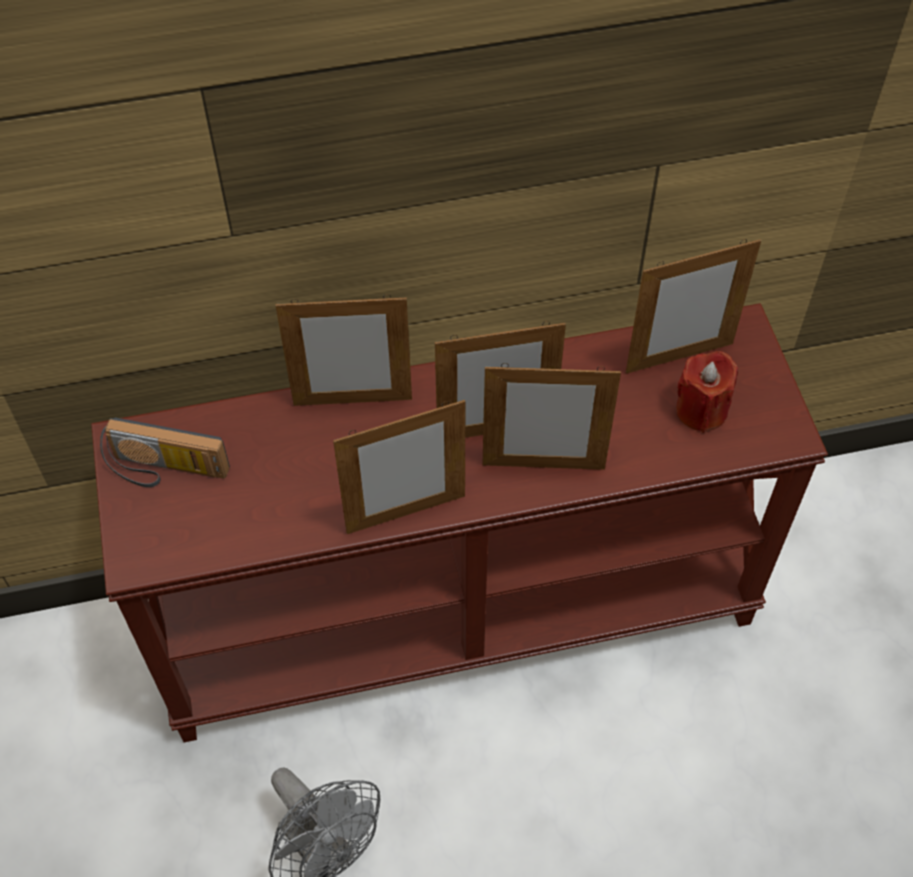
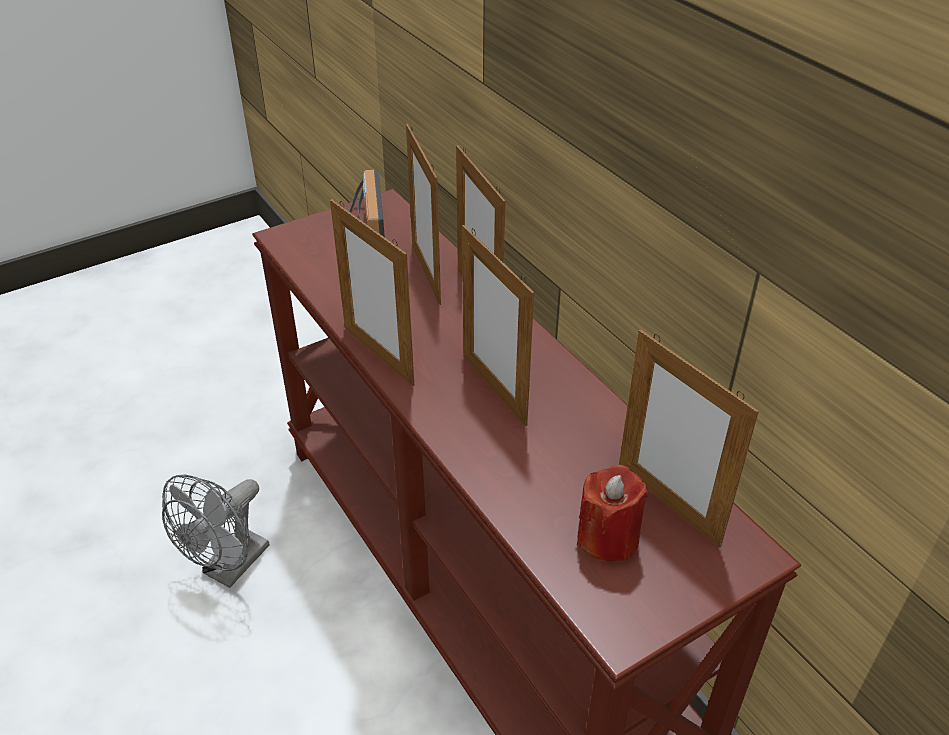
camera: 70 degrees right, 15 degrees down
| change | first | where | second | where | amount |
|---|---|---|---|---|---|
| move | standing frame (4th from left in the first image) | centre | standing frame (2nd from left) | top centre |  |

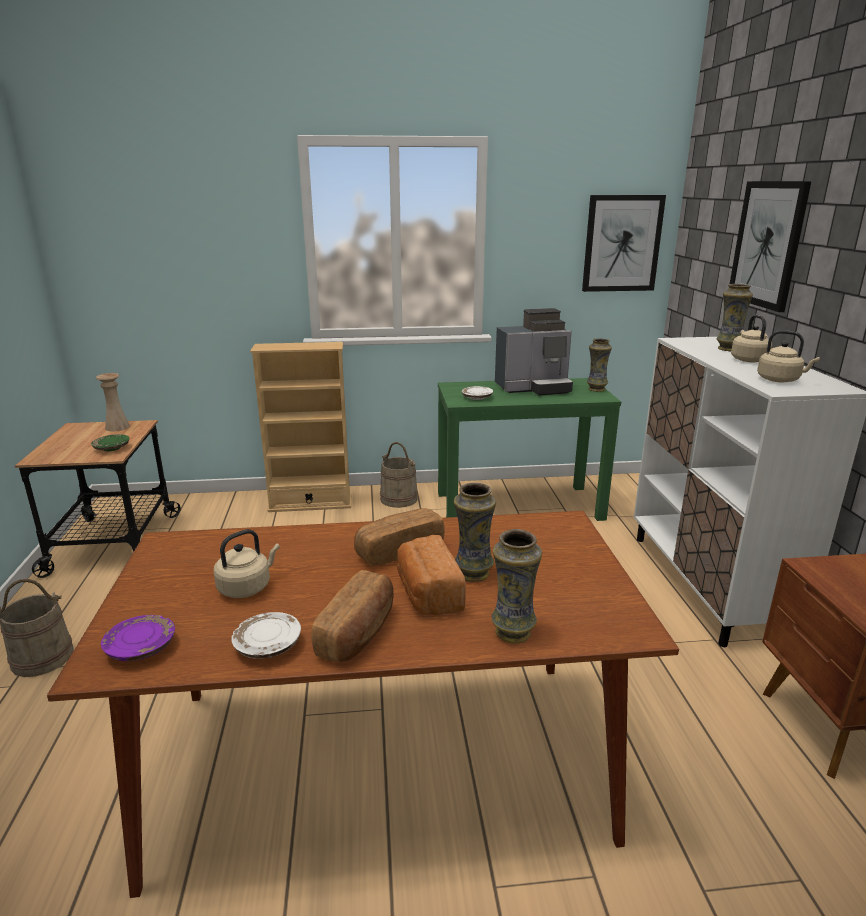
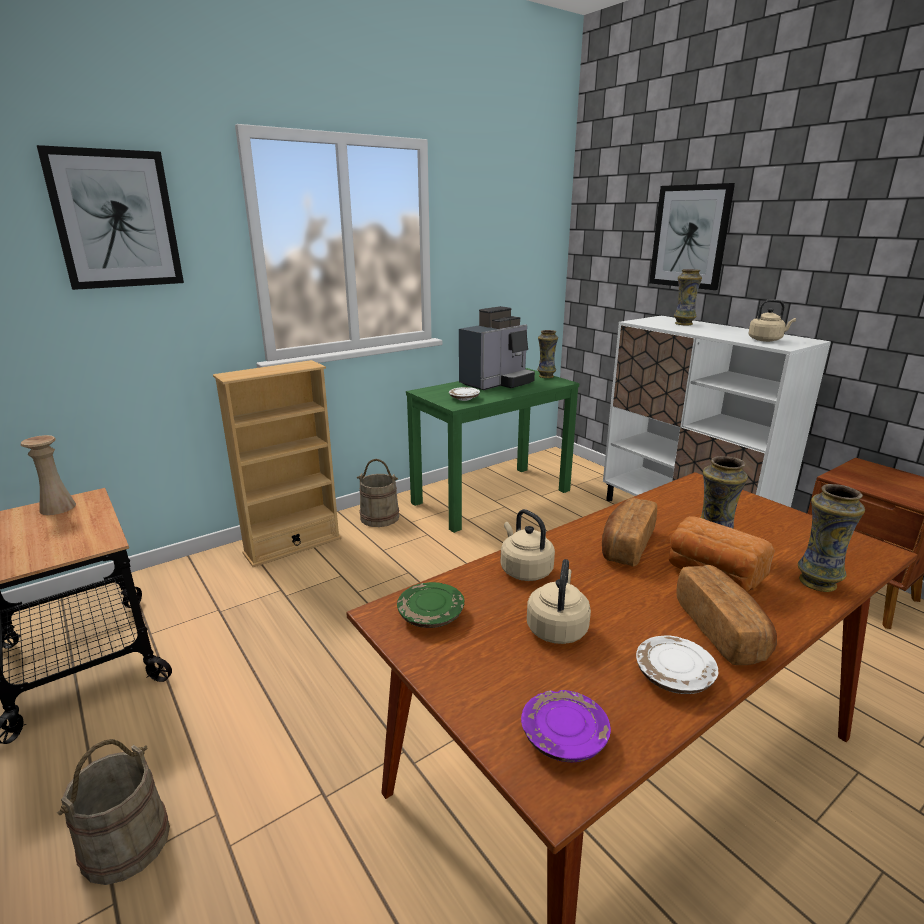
camera: 30 degrees left, 0 degrees up
| change | first | where | second | where | amount |
|---|---|---|---|---|---|
| move | wall art (1st from left) | top right |  | top left |  |
| move | dinner plate (green) | middle left |  | centre |  |
| move | water kettle (beige) (2nd from left in the first image) | middle right | water kettle (beige) (1st from left) | centre |  |

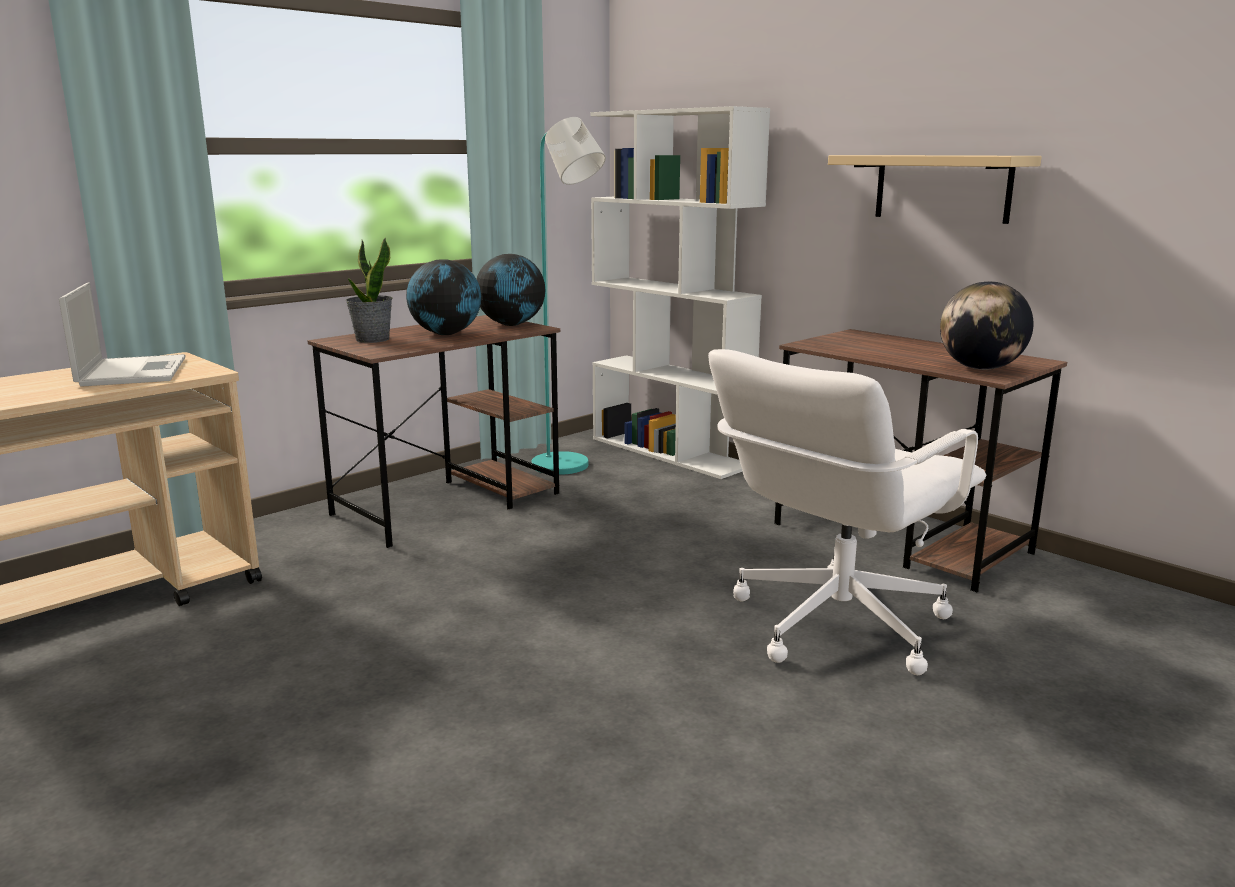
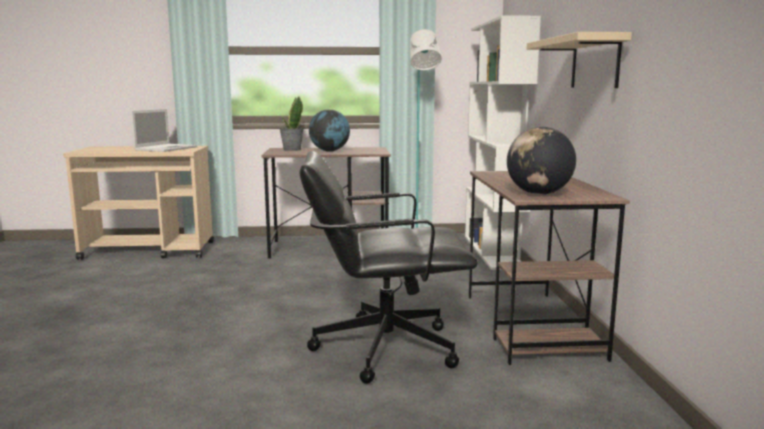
camera: 40 degrees right, 5 degrees down
| change | first | where | second | where | amount |
|---|---|---|---|---|---|
| recolor | desk chair (whitish) | middle right | desk chair (blackish) | centre |  |
| delete | desk globe (2nd from left) | top centre |  |  |  |

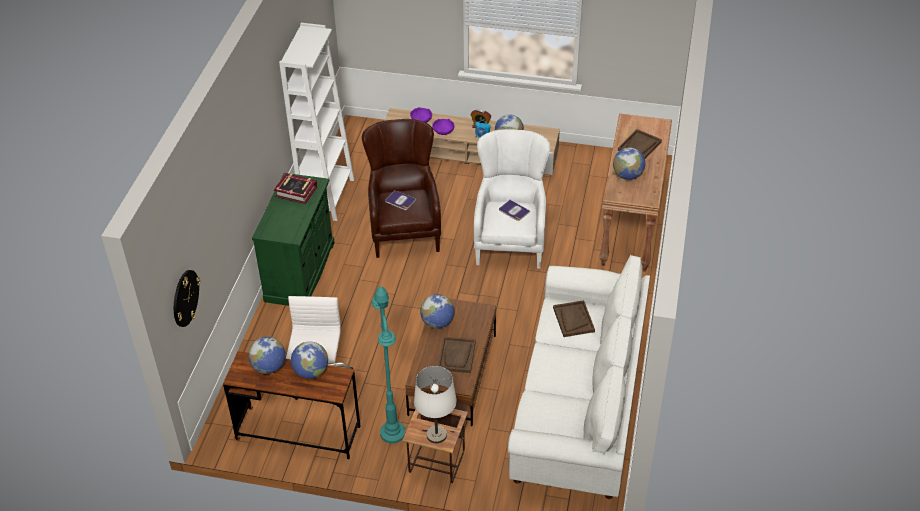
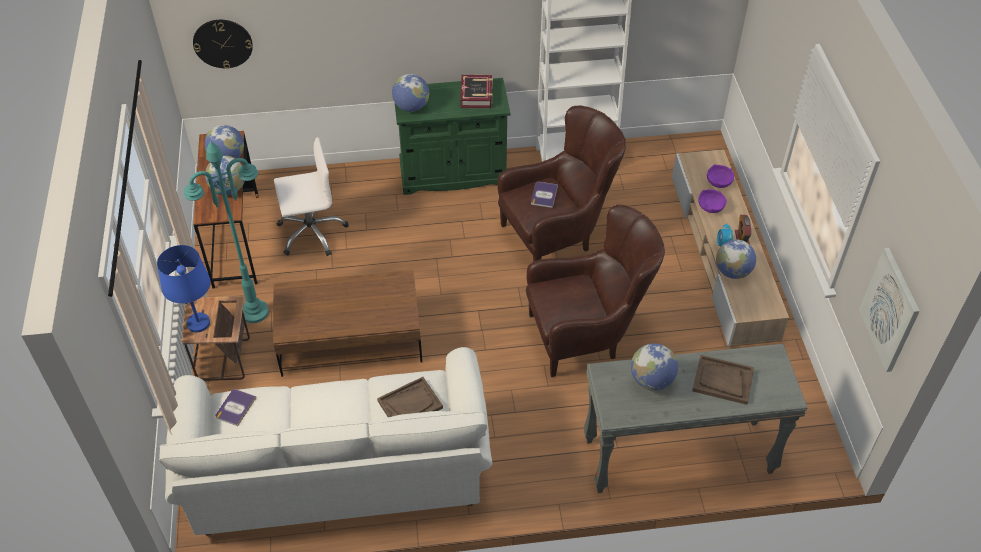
camera: 70 degrees right, 5 degrees up
| change | first | where | second | where | amount |
|---|---|---|---|---|---|
| recolor | lamp for a table (whitish) | bottom centre | lamp for a table (bluish) | middle left |  |
| move | volume (3rd from left in the first image) | centre | volume (1st from left) | bottom left |  |
| move | desk globe (3rd from left) | centre |  | top centre |  |
| recolor | easy chair (whitish) | centre | easy chair (brownish) (2nd from left) | centre |  |
| recolor | console table (brownish) | middle right | console table (gray) | bottom right |  |
| insert |  |  | wall art | middle right |  |
| delete | tray (brownish) (1st from left) | bottom centre |  |  |  |

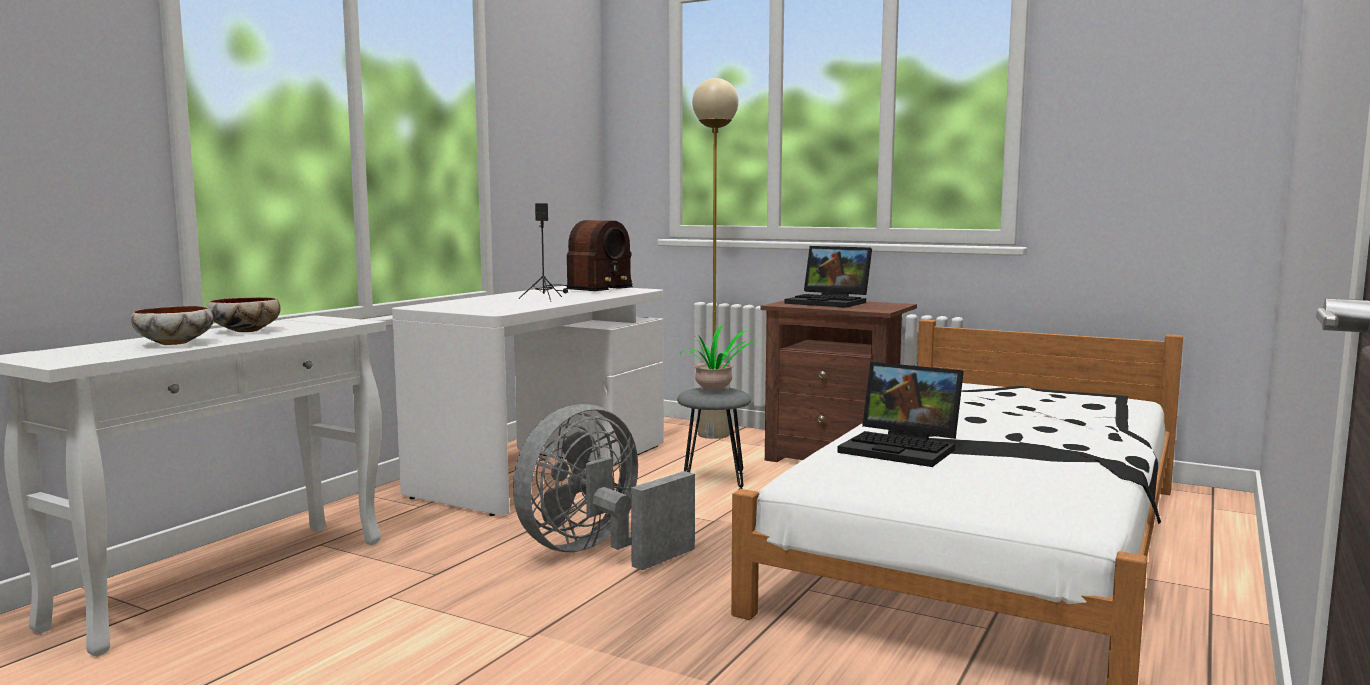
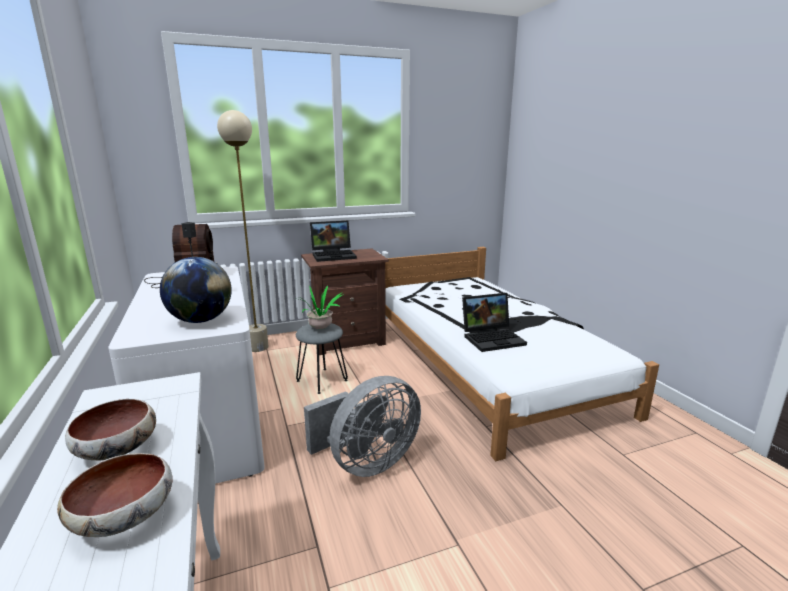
camera: 50 degrees left, 10 degrees up
| change | first | where | second | where | amount |
|---|---|---|---|---|---|
| insert |  |  | desk globe | middle left |  |
| rotate | electric fan (gray) | bottom centre |  | bottom centre | 120 degrees counterclockwise |

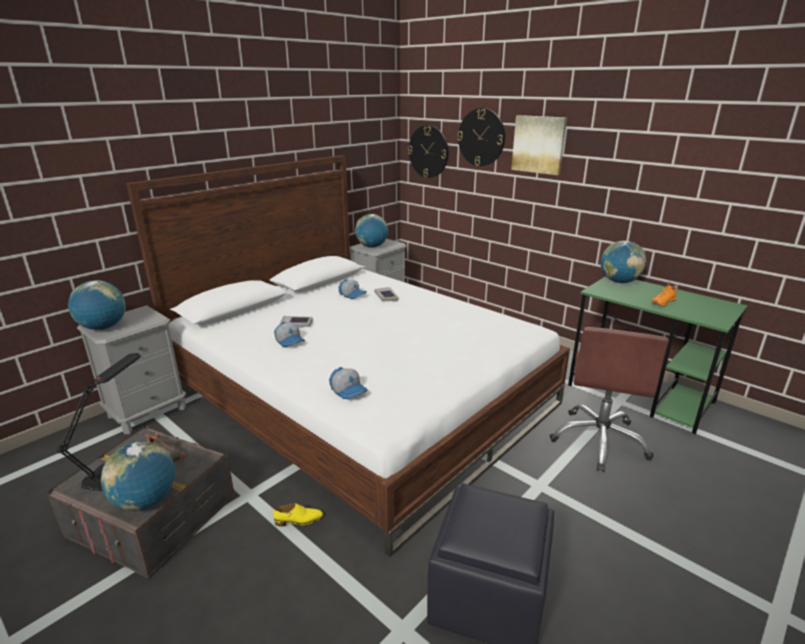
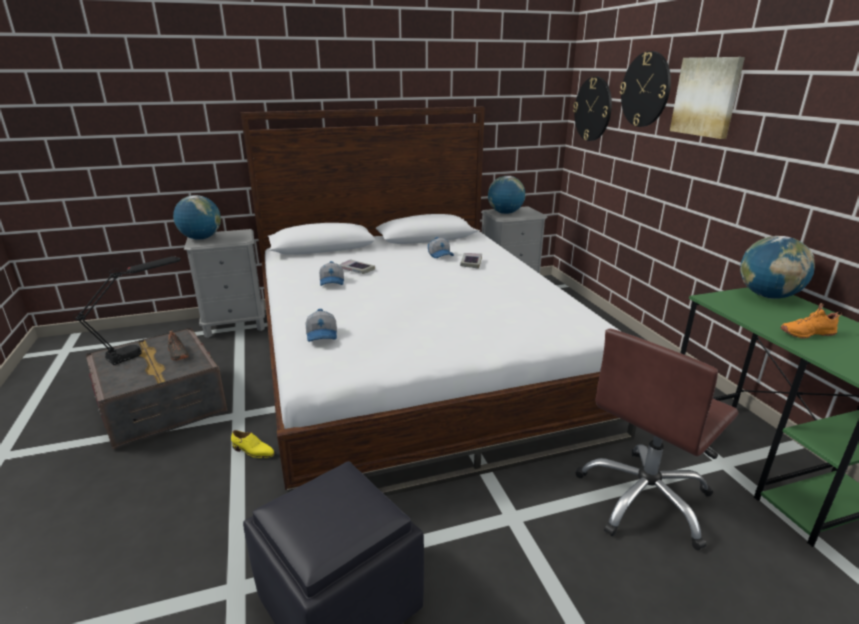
camera: 30 degrees right, 0 degrees up
| change | first | where | second | where | amount |
|---|---|---|---|---|---|
| delete | desk globe (2nd from left) | bottom left |  |  |  |

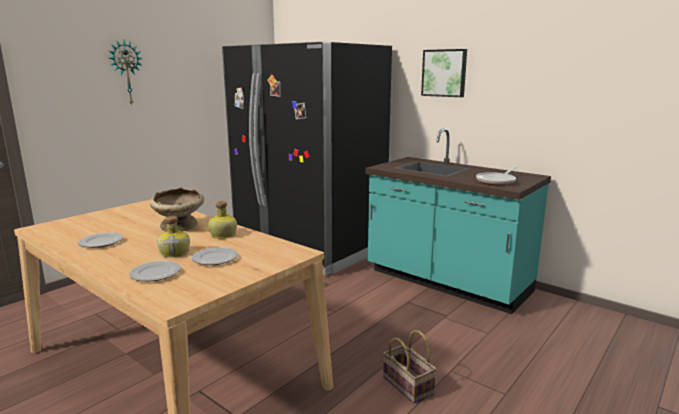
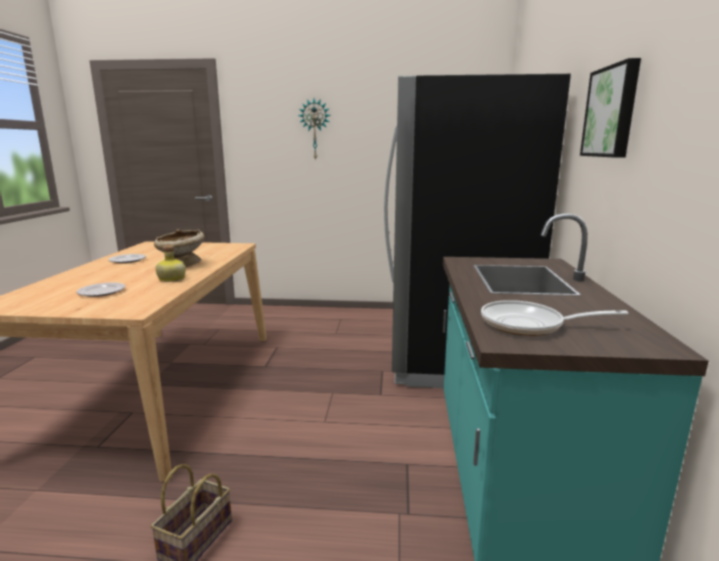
camera: 55 degrees right, 0 degrees up
| change | first | where | second | where | amount |
|---|---|---|---|---|---|
| delete | dinner plate (2nd from left) | middle left |  |  |  |
| delete | drink bottle (1st from left) | middle left |  |  |  |

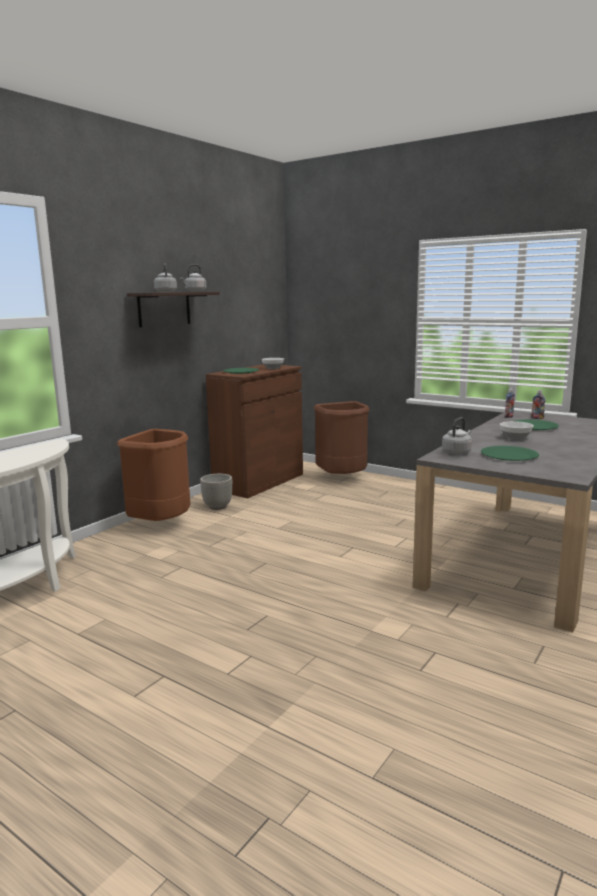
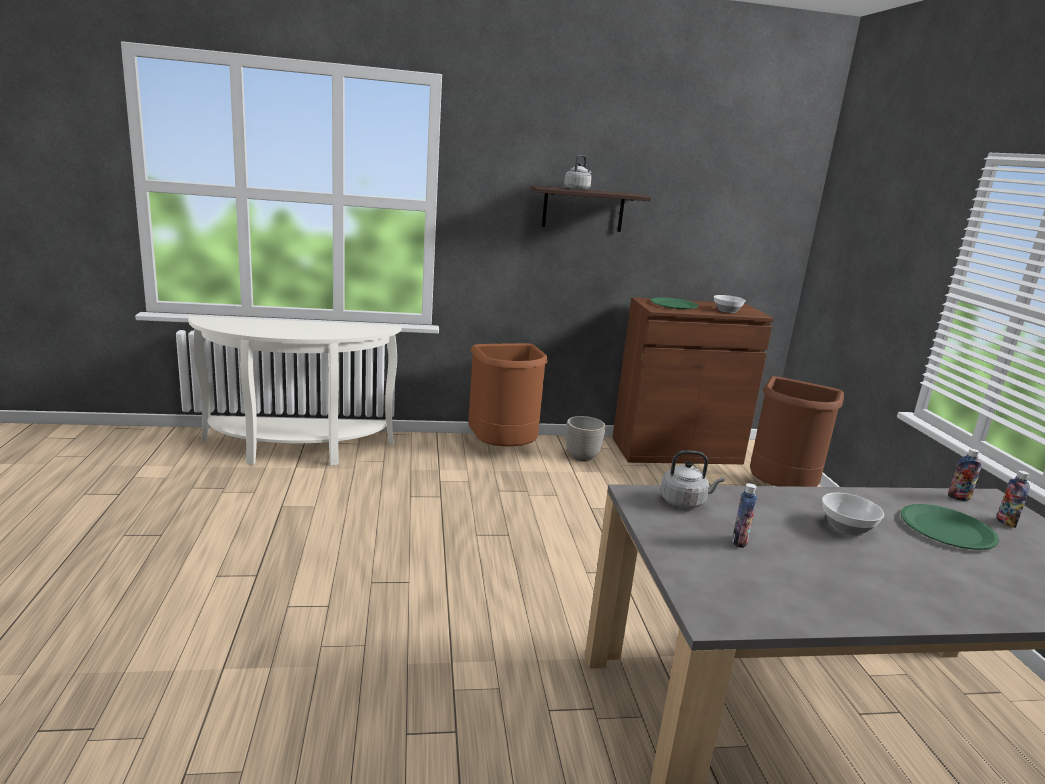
camera: 45 degrees right, 5 degrees up
| change | first | where | second | where | amount |
|---|---|---|---|---|---|
| replace | dinner plate (green) (2nd from left) | middle right | drink bottle (1st from left) | middle right |  |
| delete | water kettle (gray) (2nd from left) | top left |  |  |  |

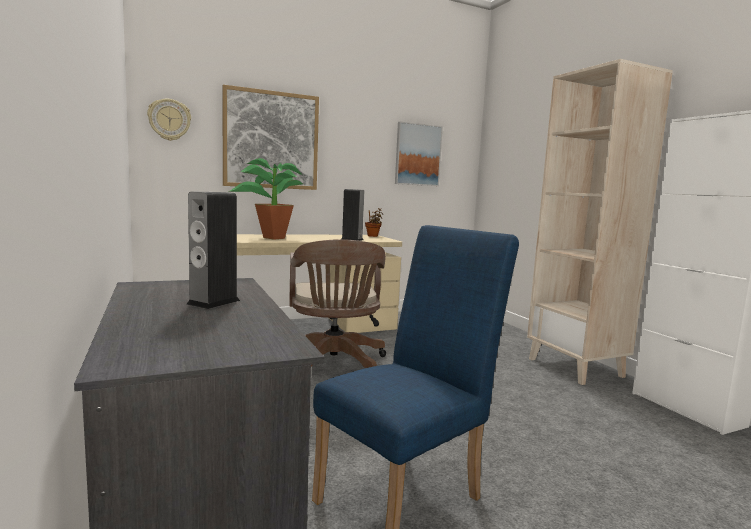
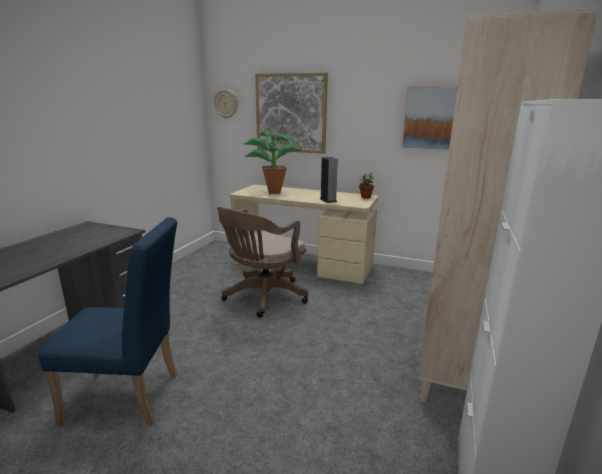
camera: 45 degrees right, 10 degrees up
| change | first | where | second | where | amount |
|---|---|---|---|---|---|
| delete | audio speaker (1st from left) | middle left |  |  |  |

